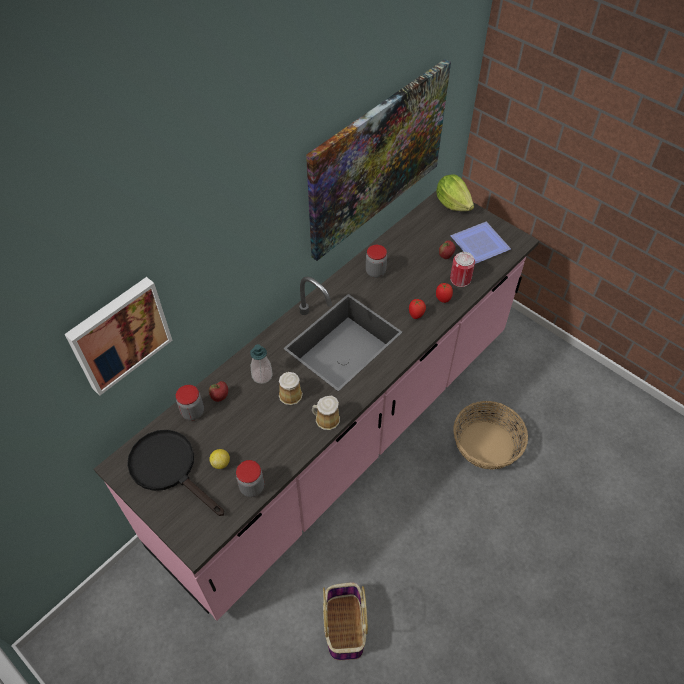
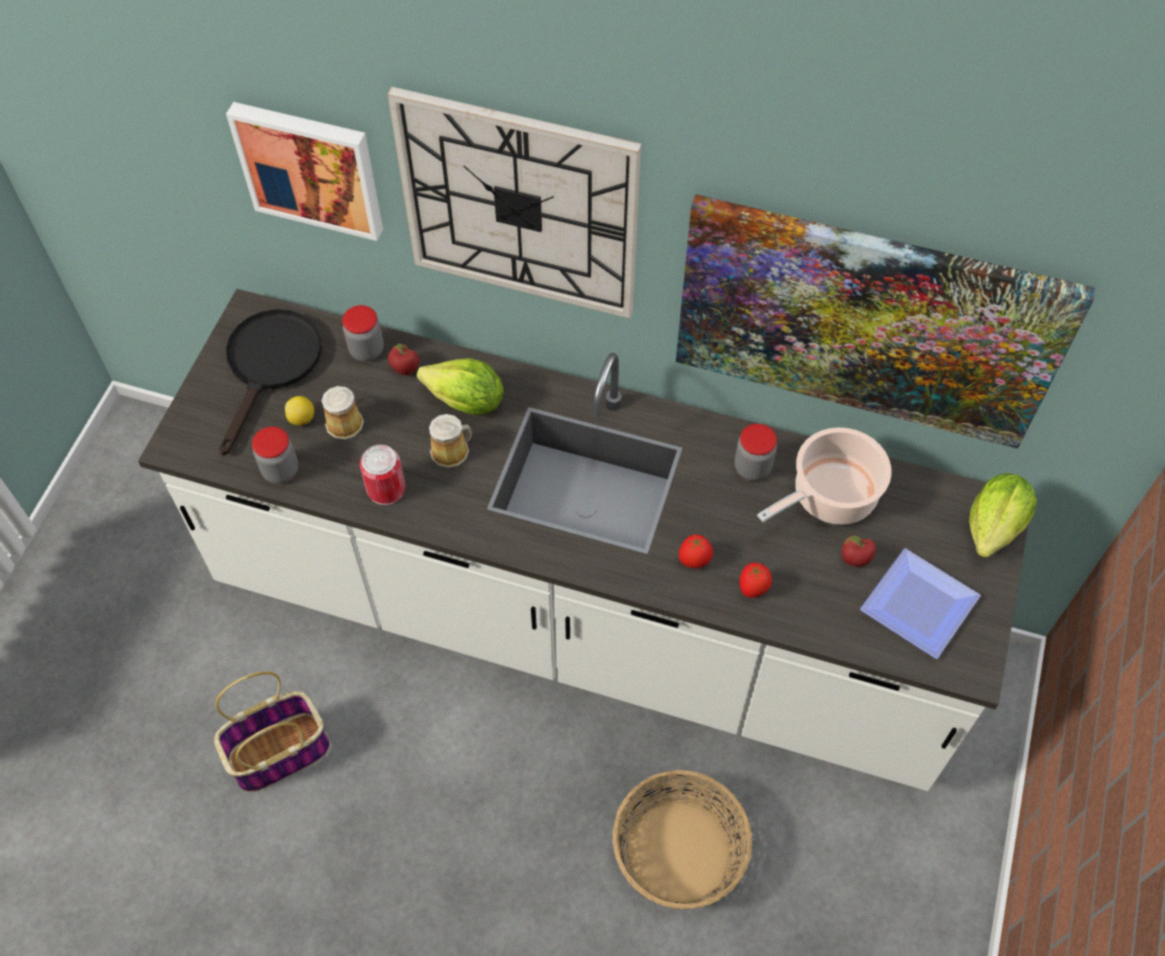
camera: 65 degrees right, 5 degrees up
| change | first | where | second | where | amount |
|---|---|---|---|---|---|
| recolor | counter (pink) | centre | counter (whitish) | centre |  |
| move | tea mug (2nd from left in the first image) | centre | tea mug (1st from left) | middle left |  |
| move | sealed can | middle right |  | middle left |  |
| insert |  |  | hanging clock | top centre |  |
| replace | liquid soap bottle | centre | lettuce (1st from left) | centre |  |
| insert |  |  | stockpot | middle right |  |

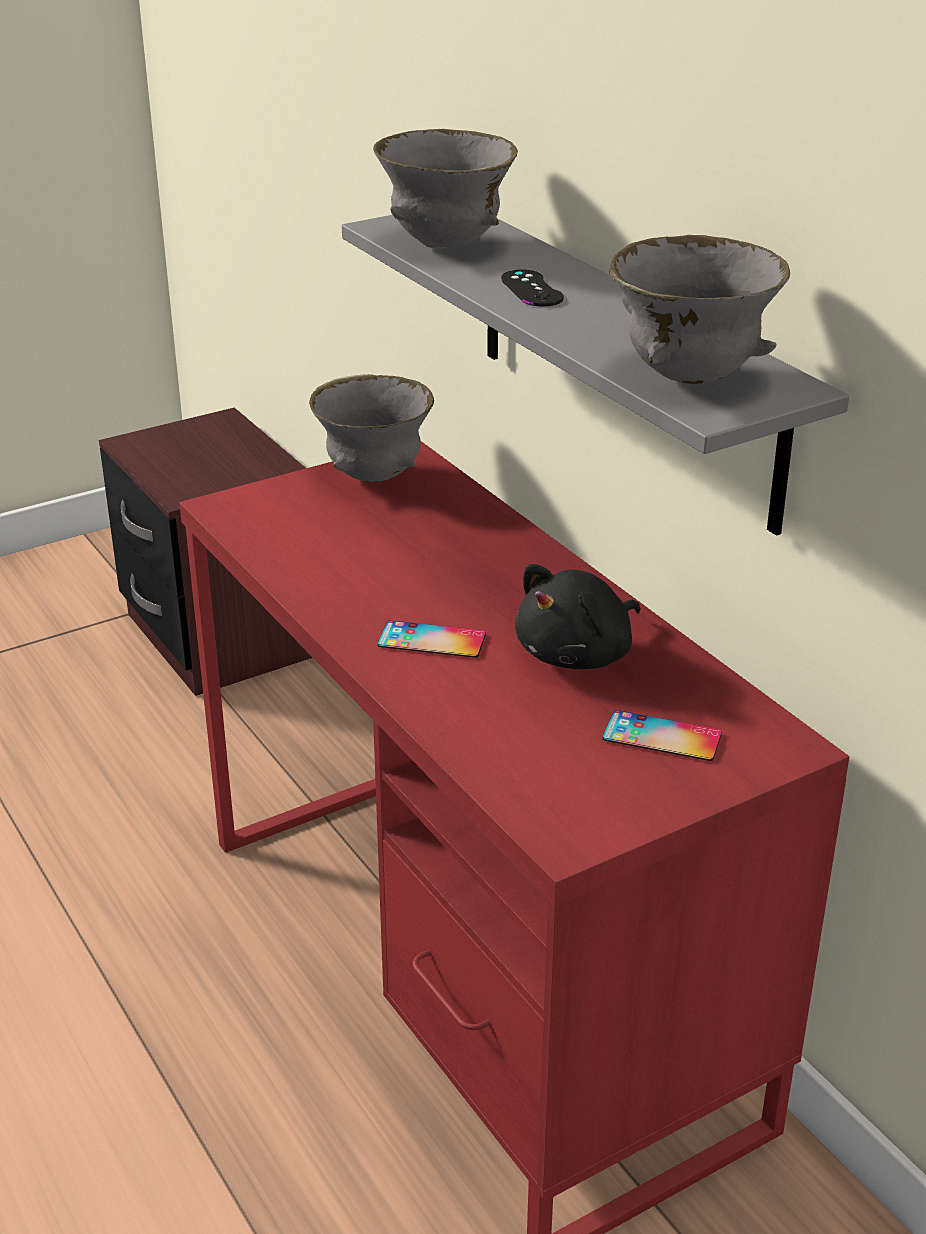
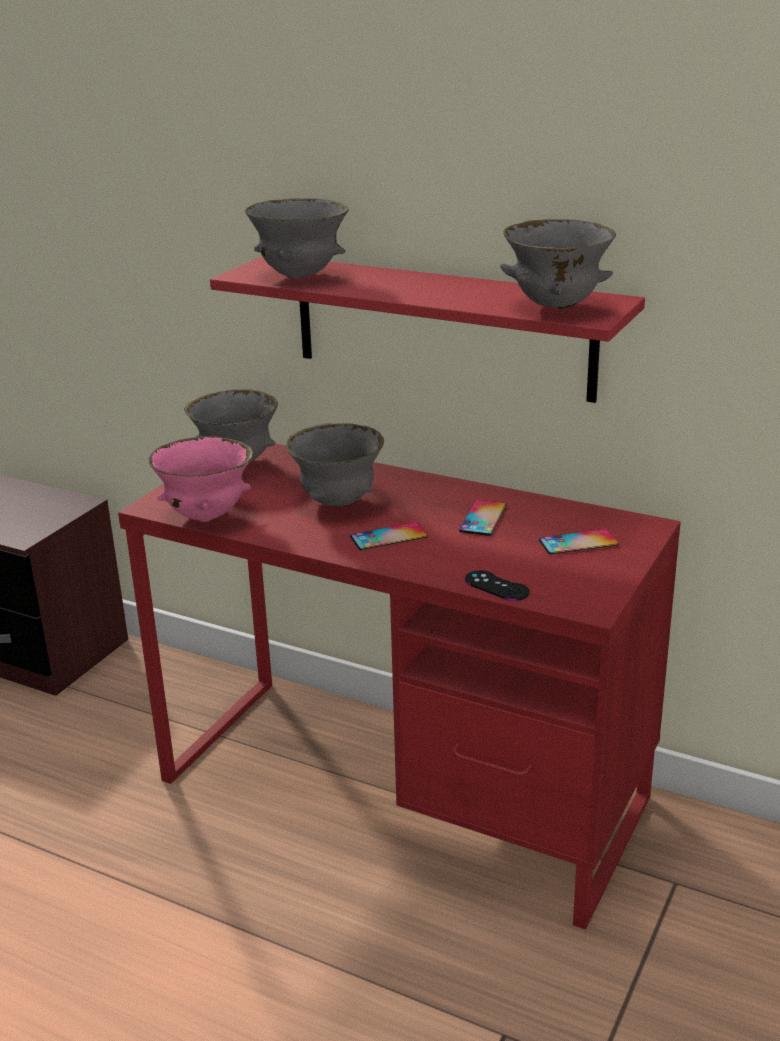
camera: 30 degrees left, 5 degrees down
| change | first | where | second | where | amount |
|---|---|---|---|---|---|
| insert |  |  | deep dish (pink) | middle left |  |
| recolor | bracket shelf (gray) | top centre | bracket shelf (red) | top centre |  |
| insert |  |  | deep dish (gray) (3rd from left) | centre |  |
| replace | cuddly toy (blackish) | centre | telephone (2nd from left) | centre |  |
| move | gamepad (blackish) | top centre |  | centre |  |

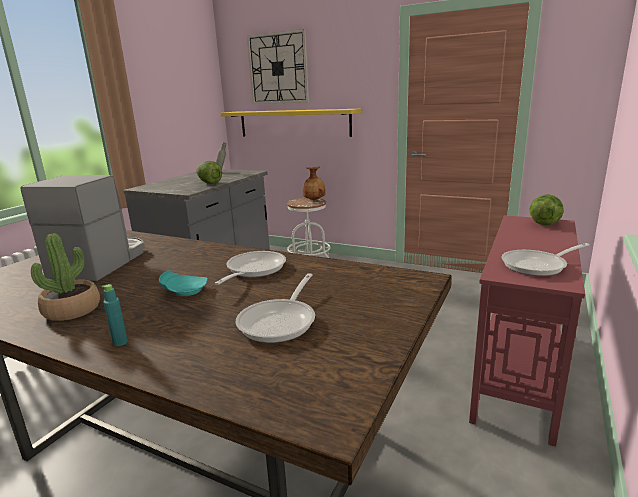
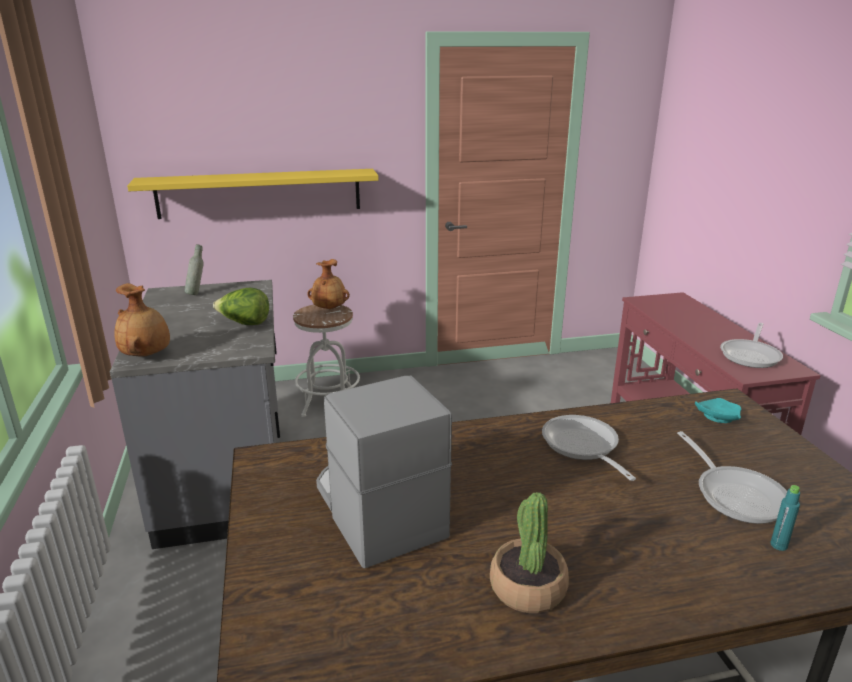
camera: 40 degrees left, 5 degrees up
| change | first | where | second | where | amount |
|---|---|---|---|---|---|
| insert |  |  | decorative vase (brownish) (1st from left) | middle left |  |
| move | dinner plate (turquoise) | middle left |  | middle right |  |
| move | drink bottle (turquoise) | middle left |  | bottom right |  |
| delete | hanging clock | top centre |  |  |  |
| delete | lettuce (2nd from left) | middle right |  |  |  |

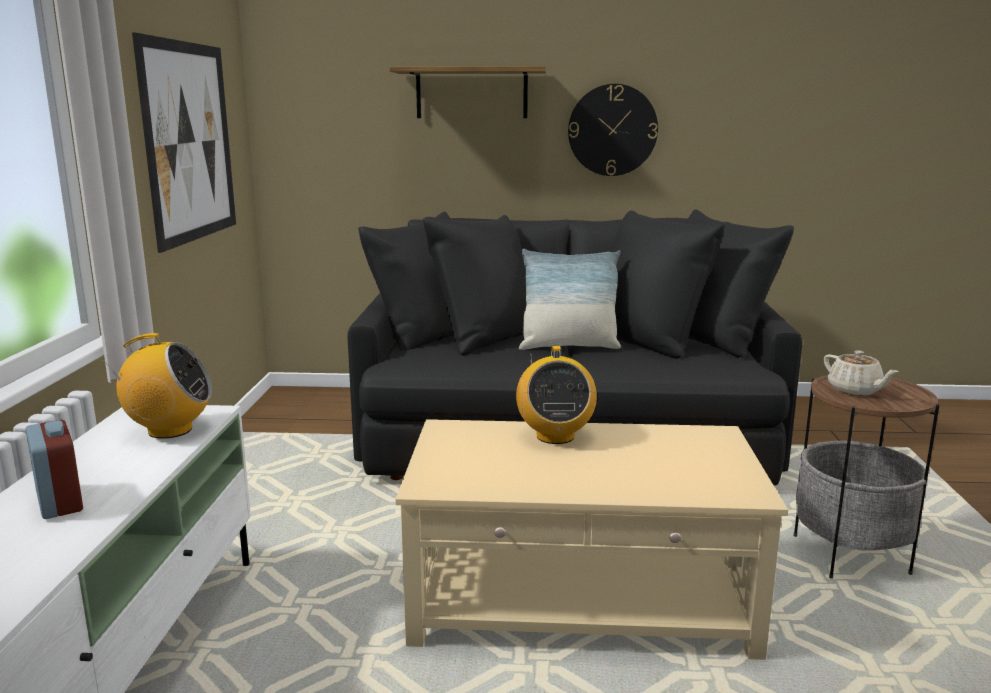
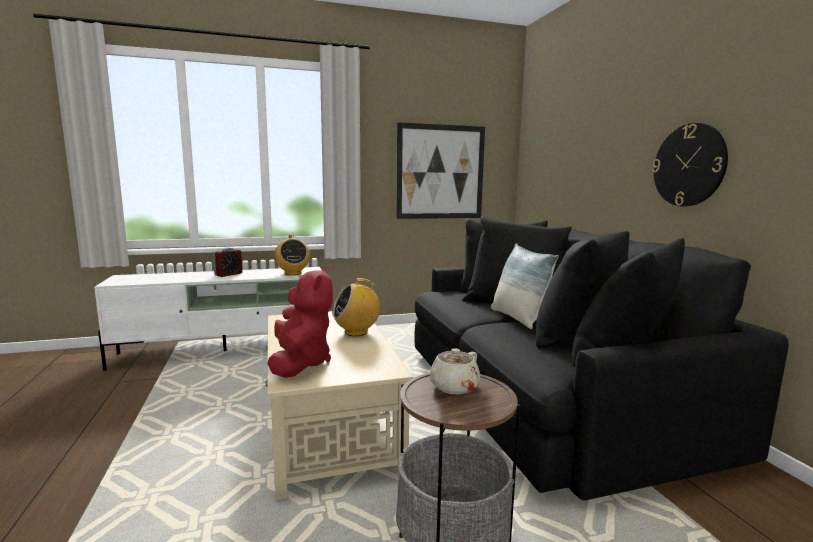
camera: 70 degrees right, 5 degrees down
| change | first | where | second | where | amount |
|---|---|---|---|---|---|
| insert |  |  | cuddly toy (red) | centre |  |
| delete | bracket shelf | top centre |  |  |  |

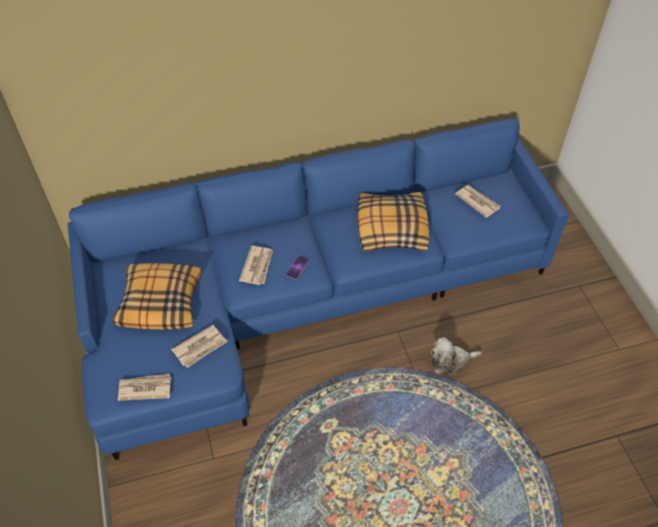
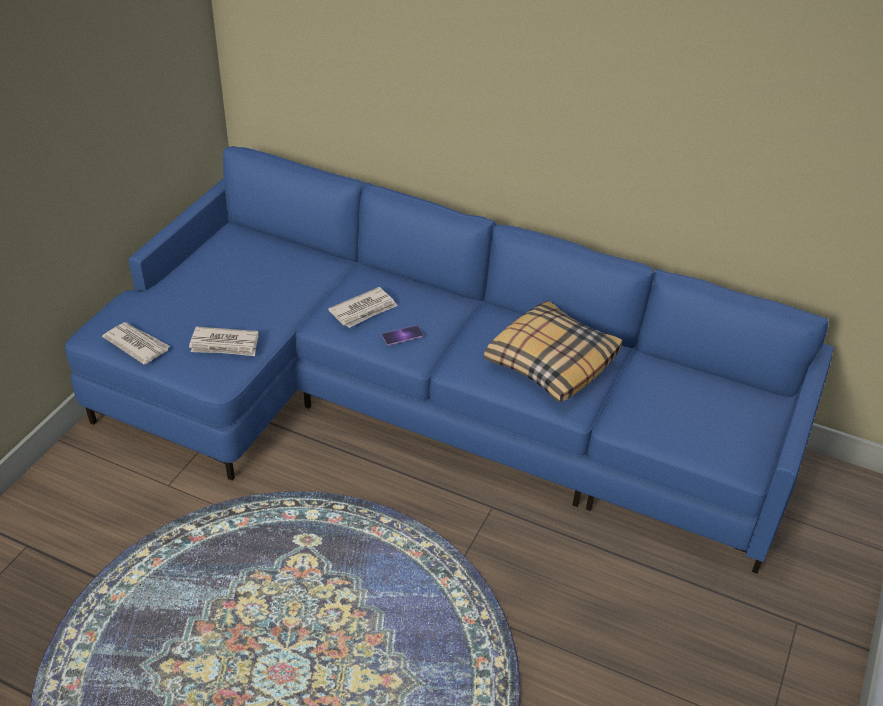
camera: 40 degrees right, 10 degrees down
| change | first | where | second | where | amount |
|---|---|---|---|---|---|
| delete | pillow (1st from left) | middle left |  |  |  |
| delete | cuddly toy | bottom right |  |  |  |
| delete | newspaper (4th from left) | middle right |  |  |  |

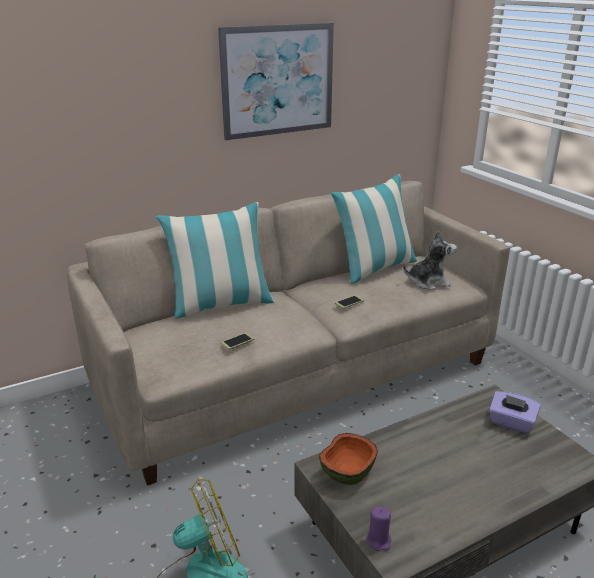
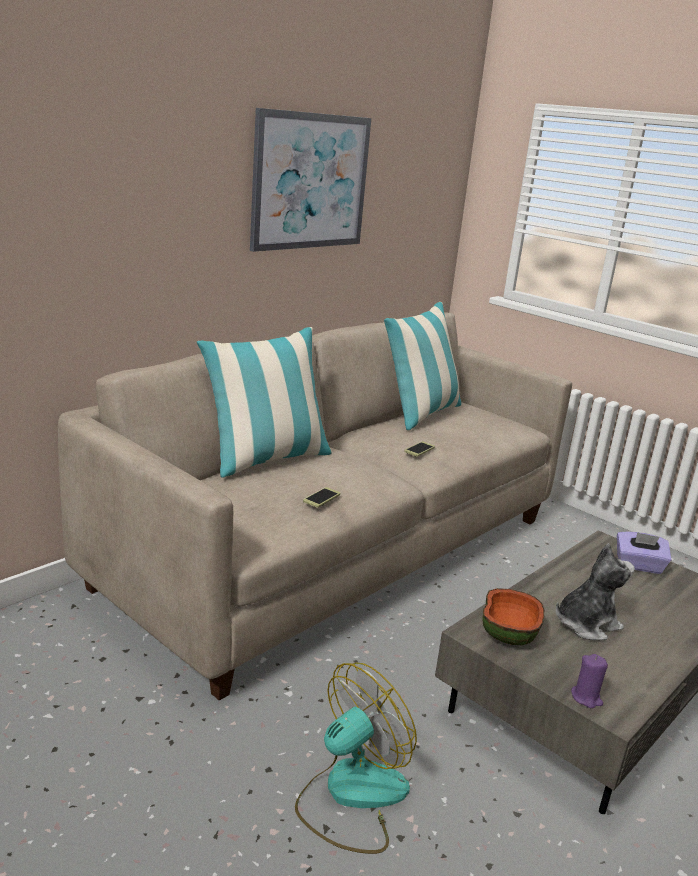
camera: 20 degrees left, 5 degrees down
| change | first | where | second | where | amount |
|---|---|---|---|---|---|
| move | cuddly toy | middle right |  | bottom right |  |

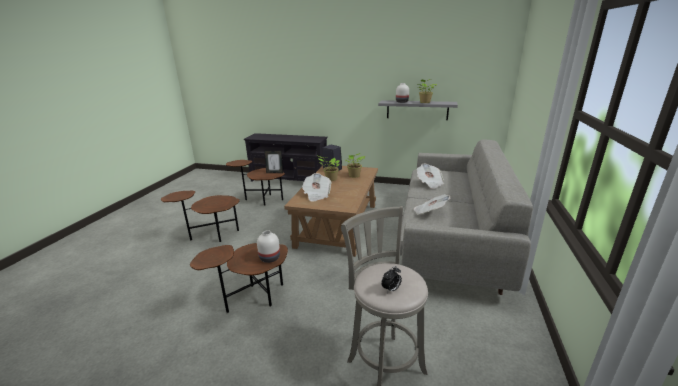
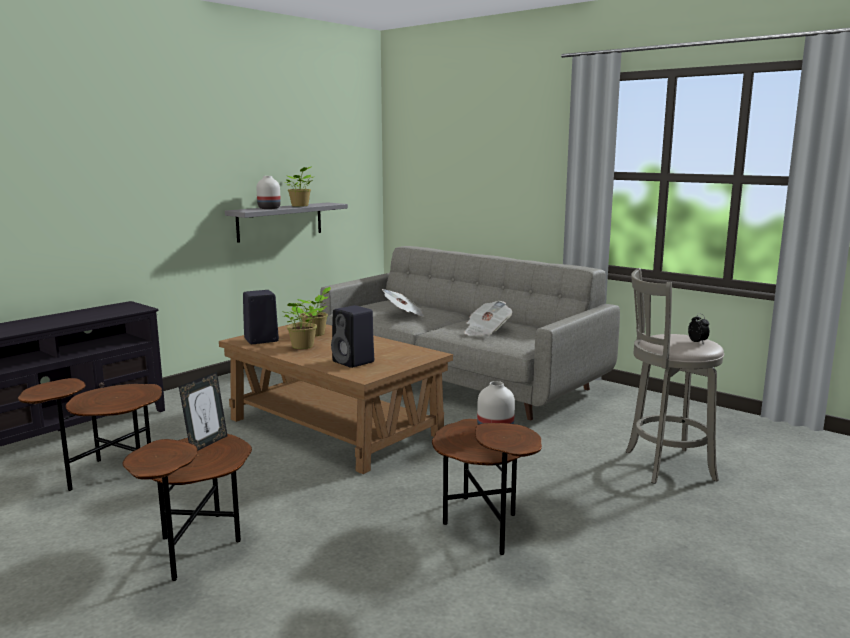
camera: 65 degrees left, 10 degrees down
| change | first | where | second | where | amount |
|---|---|---|---|---|---|
| move | standing frame | centre |  | middle left |  |
| replace | newspaper (1st from left) | centre | audio speaker (blackish) (2nd from left) | centre |  |

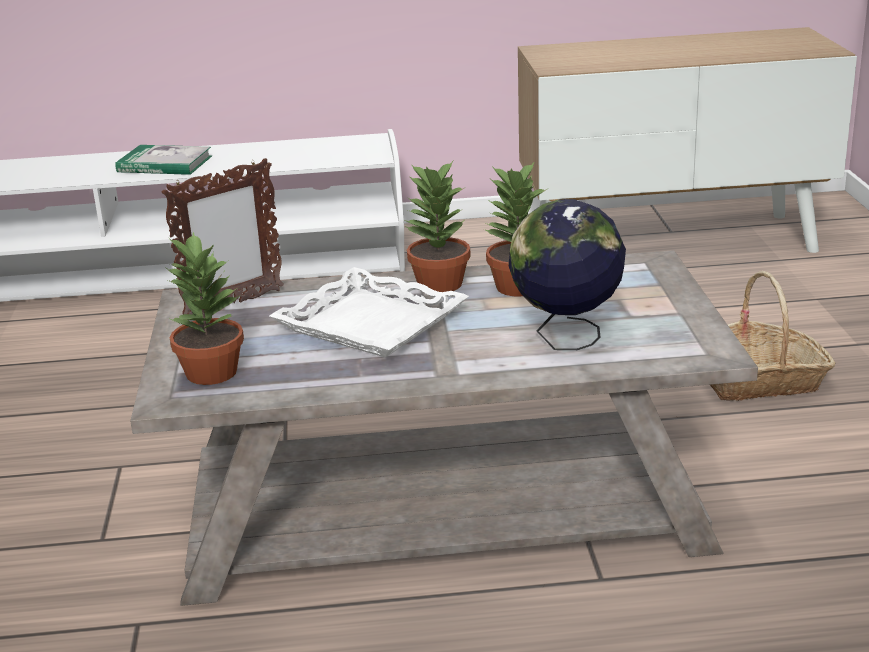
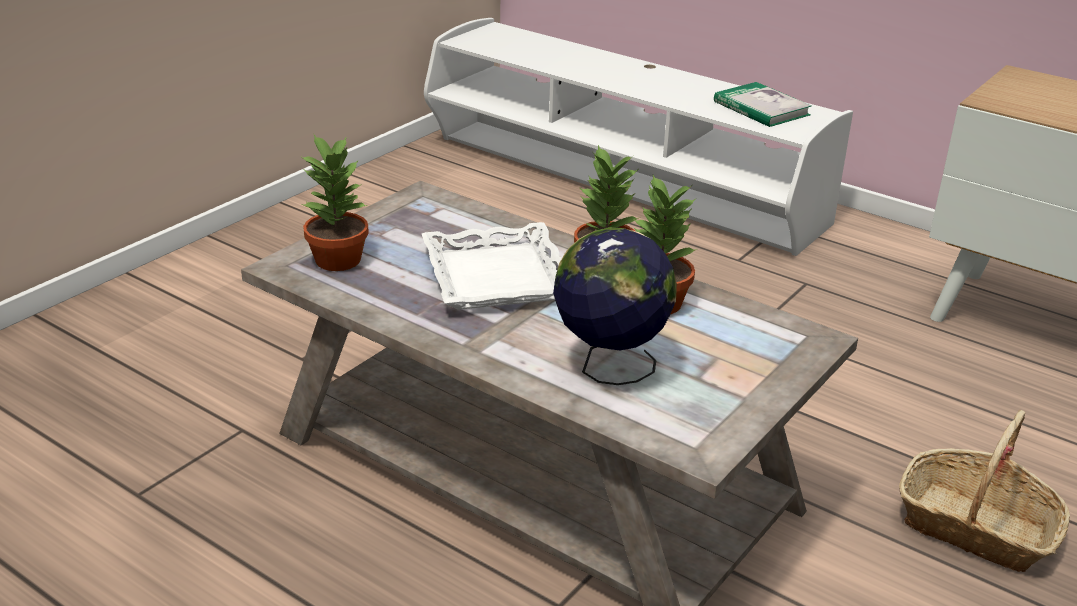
camera: 40 degrees right, 5 degrees up
| change | first | where | second | where | amount |
|---|---|---|---|---|---|
| move | volume | top left |  | top right |  |
| delete | standing frame | middle left |  |  |  |

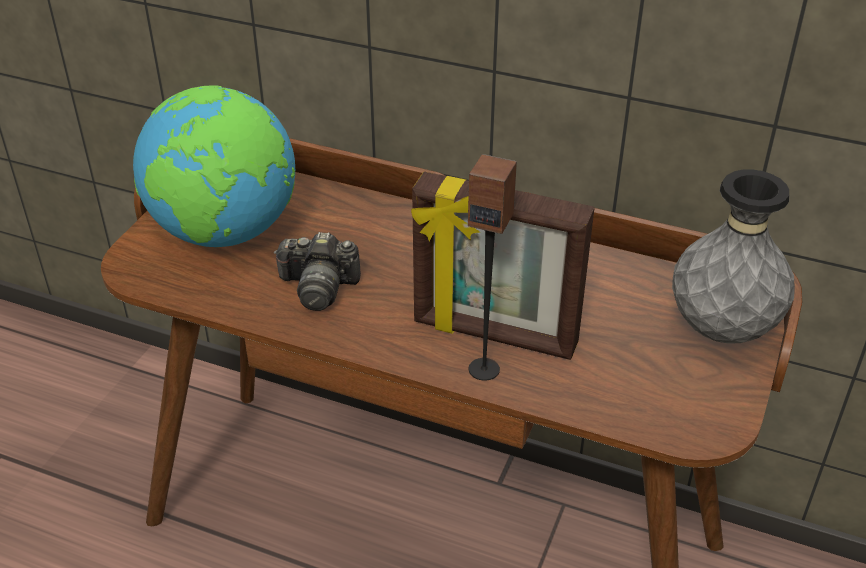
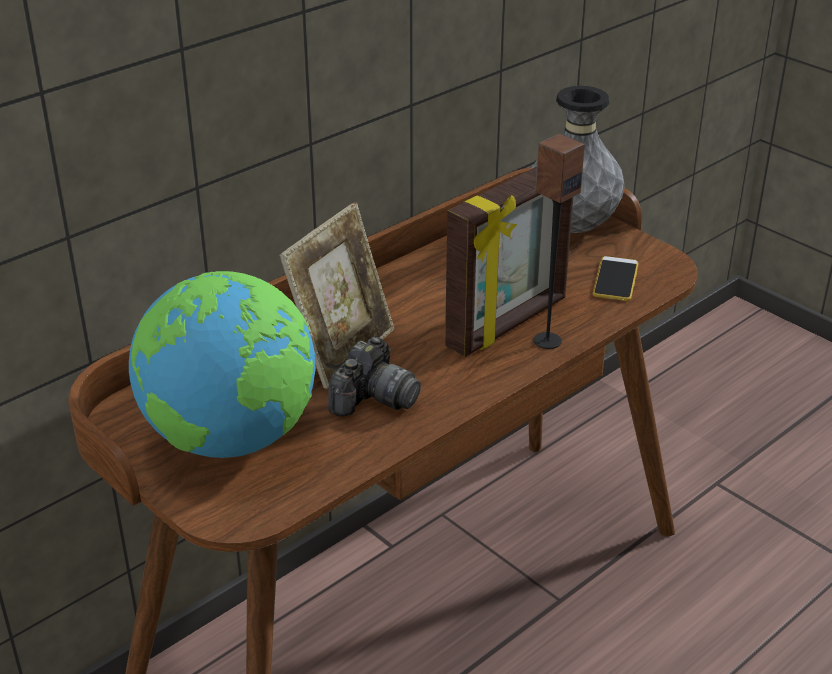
camera: 65 degrees left, 5 degrees down
| change | first | where | second | where | amount |
|---|---|---|---|---|---|
| insert |  |  | standing frame (1st from left) | centre |  |
| insert |  |  | telephone | middle right |  |

